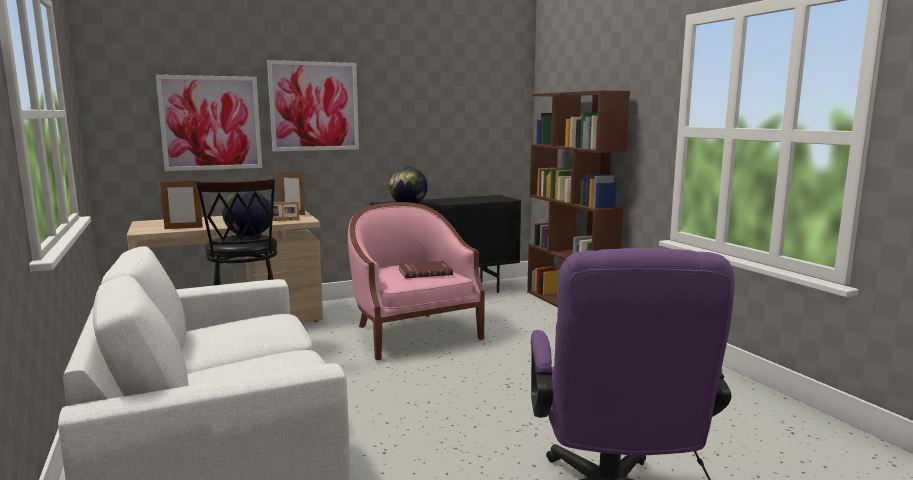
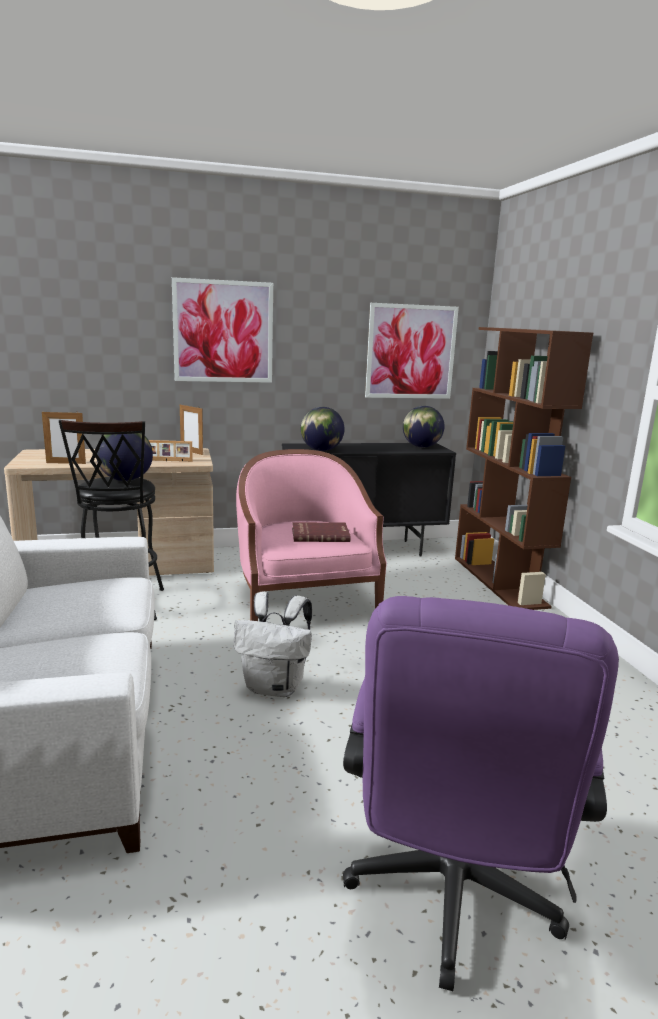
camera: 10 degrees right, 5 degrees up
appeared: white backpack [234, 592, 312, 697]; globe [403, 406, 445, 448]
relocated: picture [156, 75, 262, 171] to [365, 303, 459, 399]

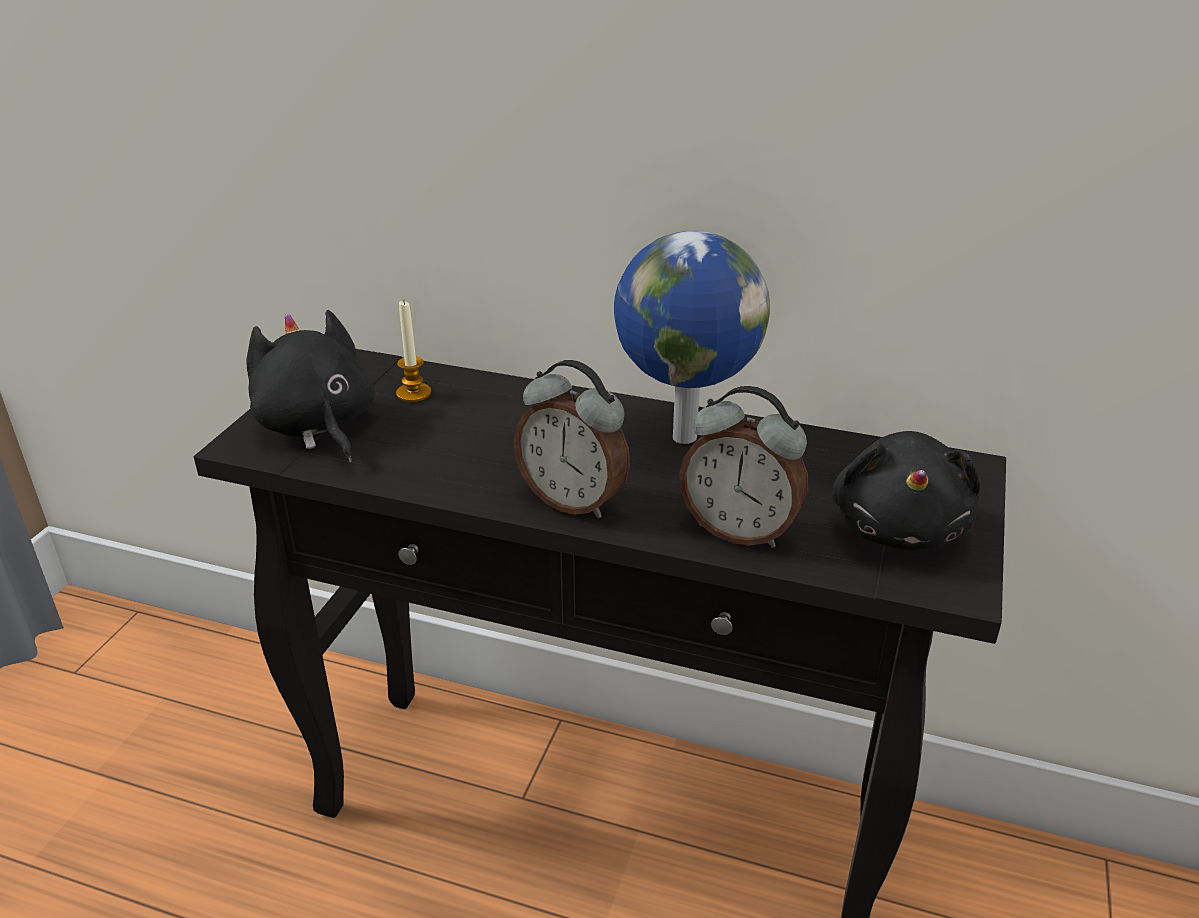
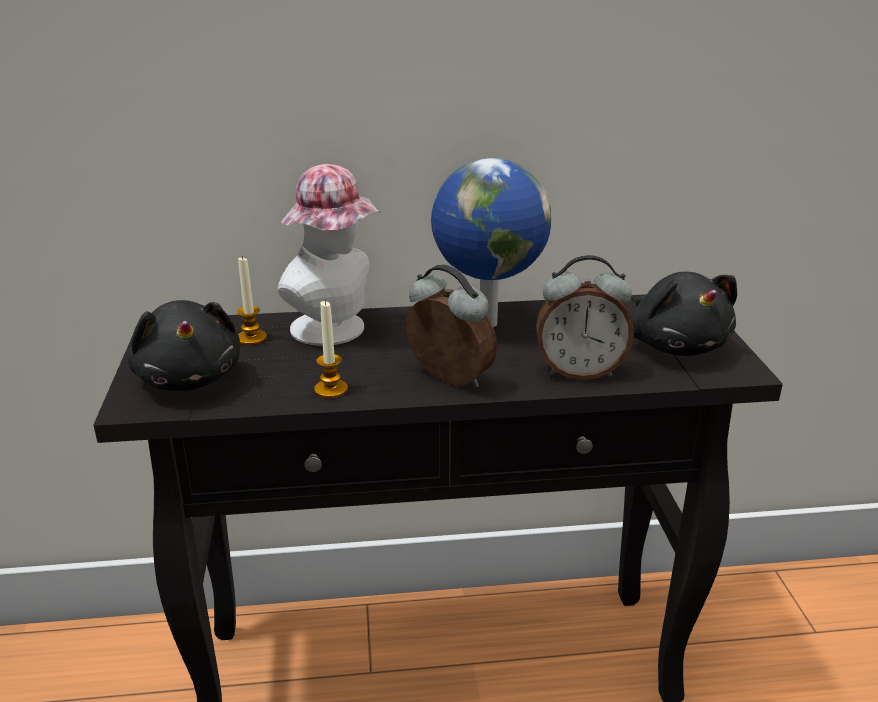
camera: 25 degrees left, 5 degrees down
appeared: hat [278, 164, 380, 346]; candle [314, 300, 348, 398]
spun: black plush toy [246, 310, 375, 463] = [128, 300, 240, 391] 150 degrees counterclockwise; alarm clock [513, 360, 630, 518] = [406, 265, 497, 388] 150 degrees counterclockwise

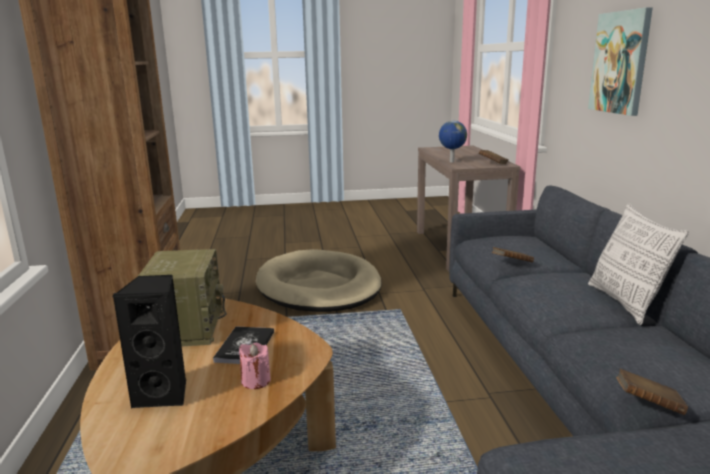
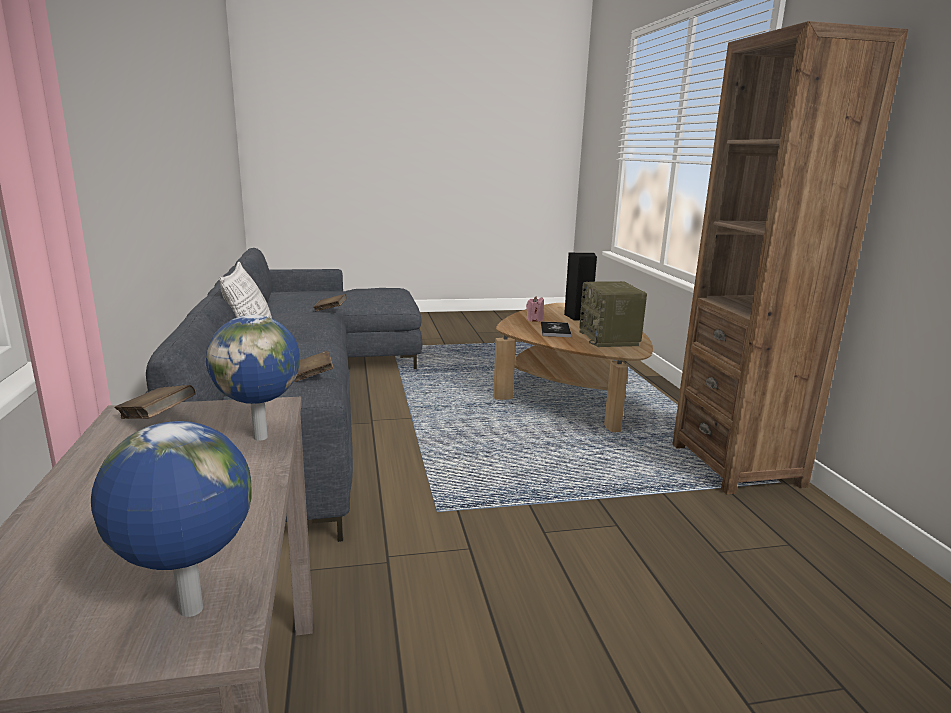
camera: 175 degrees right, 0 degrees up
missing: beige dog bed [256, 249, 382, 312]; picture [588, 7, 653, 116]
appeared: globe [91, 421, 251, 617]

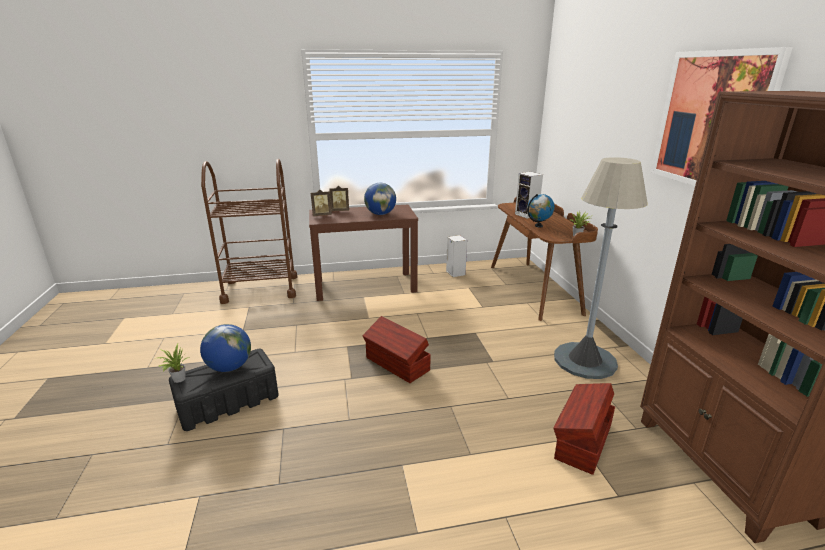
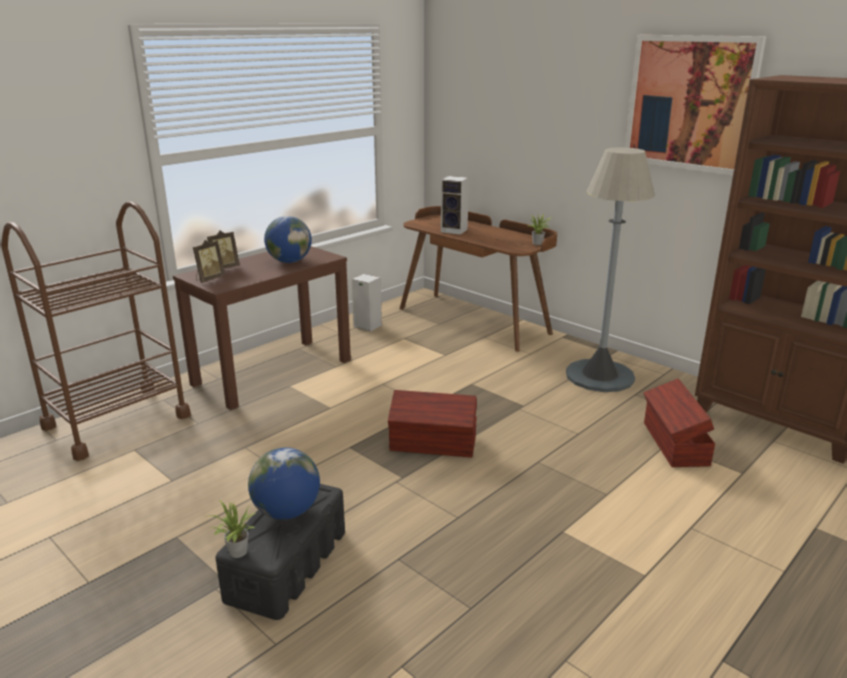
camera: 35 degrees left, 0 degrees up
missing: globe [527, 194, 555, 228]

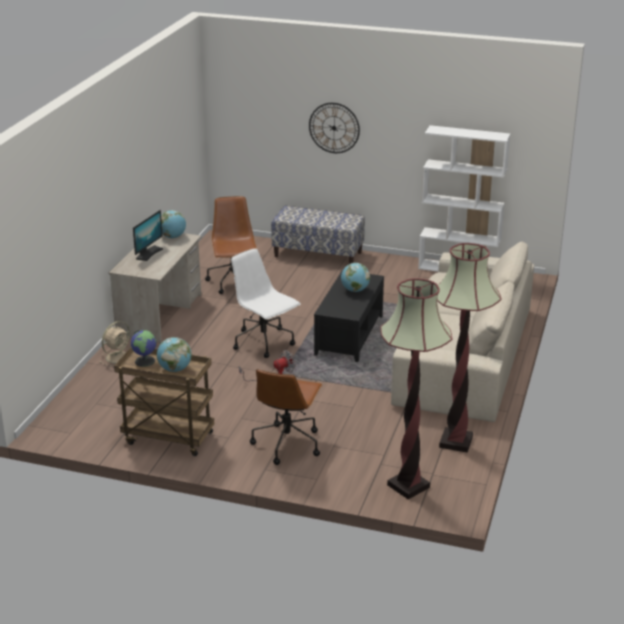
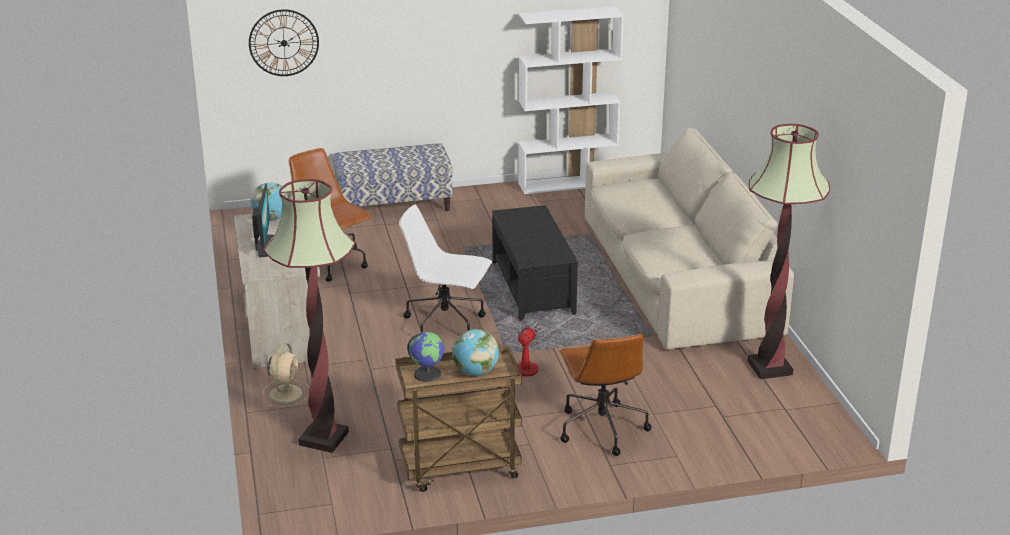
camera: 30 degrees left, 0 degrees up
missing: globe [341, 263, 370, 292]
relocated: wall clock [309, 103, 360, 153] to [249, 9, 319, 76]; floor lamp [380, 278, 452, 499] to [264, 179, 355, 453]

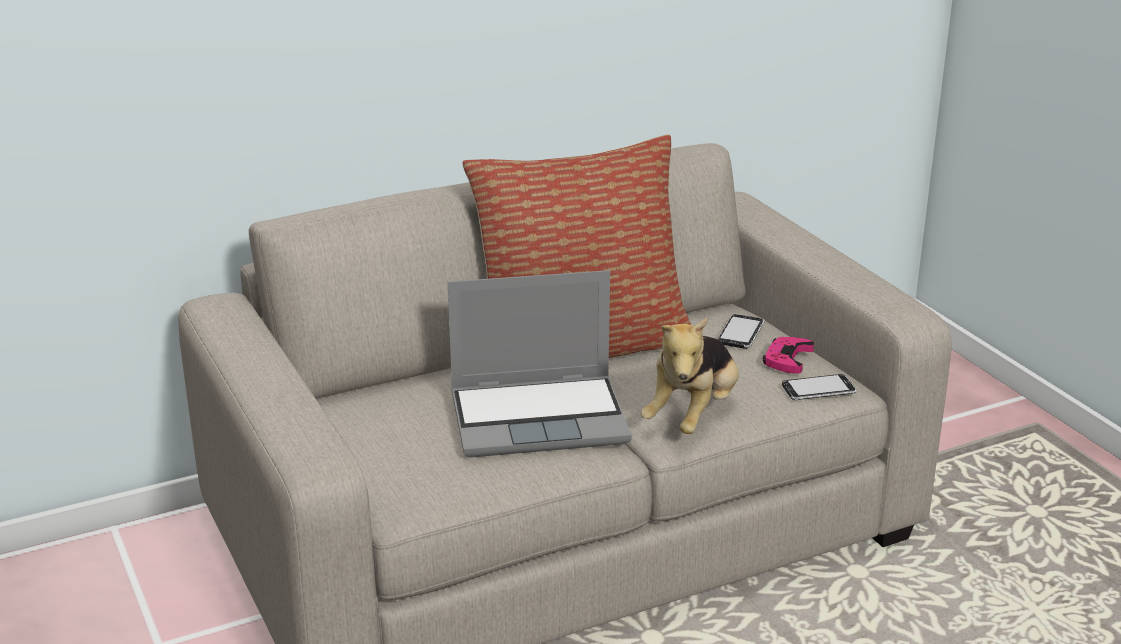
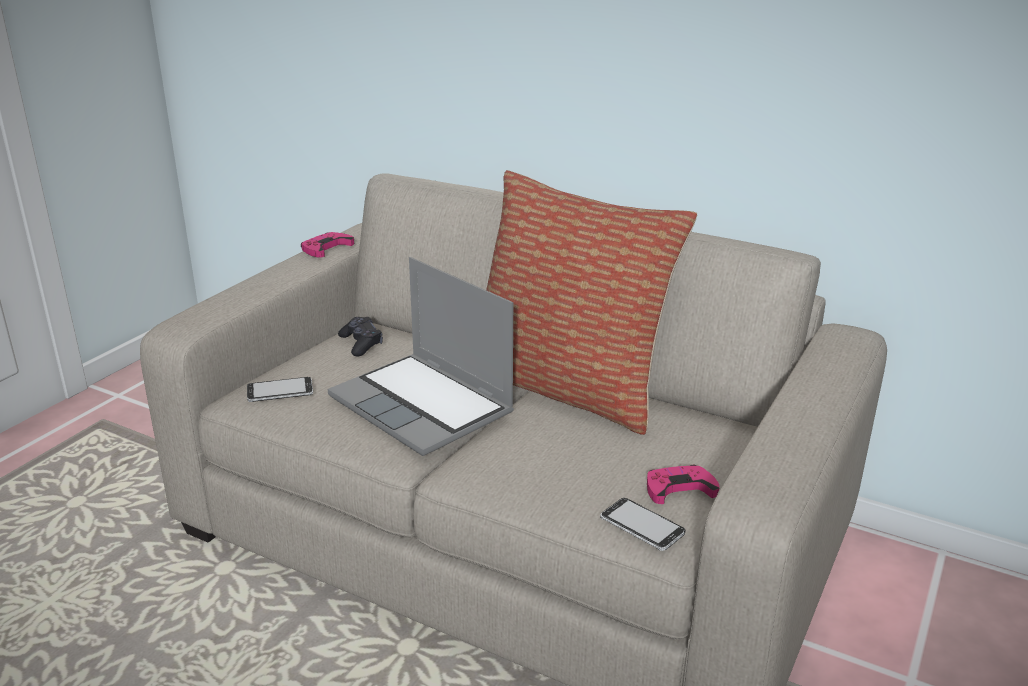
camera: 55 degrees right, 0 degrees up
missing: plush toy [640, 318, 739, 434]
appeared: pink game controller [301, 232, 354, 258]; black game controller [338, 317, 383, 357]
relocated: phone [718, 314, 765, 349] to [247, 377, 313, 402]

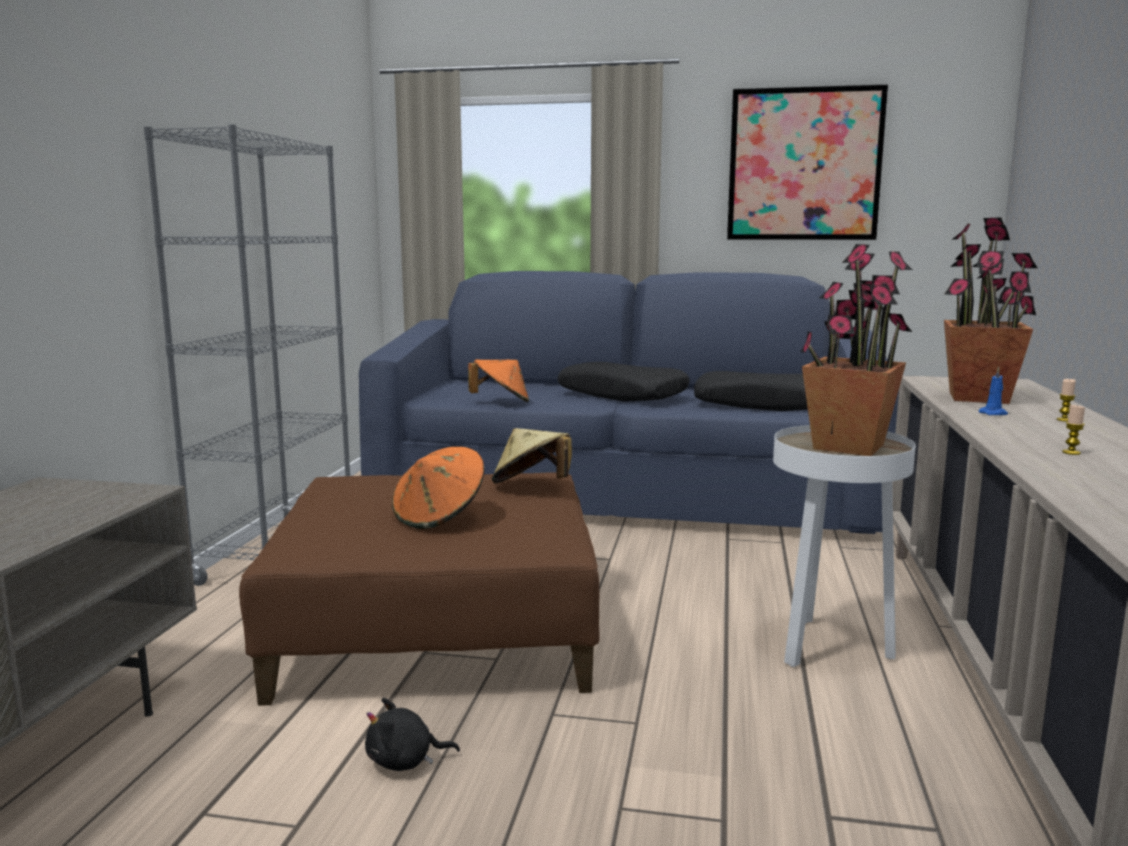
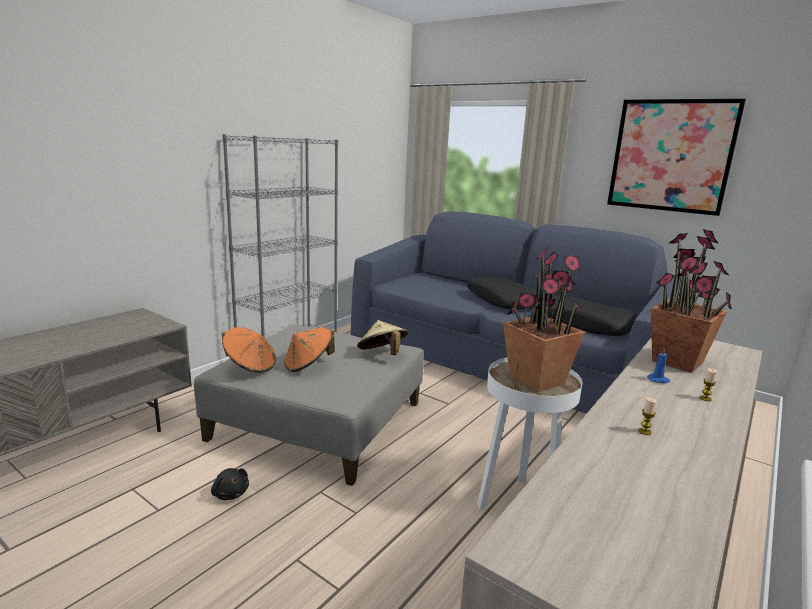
camera: 25 degrees right, 5 degrees up
relocated: orange hat [468, 359, 529, 402] to [222, 327, 276, 373]
colour: brown ottoman [239, 472, 600, 706] to grey ottoman [194, 324, 424, 486]
spun: black plush toy [365, 698, 460, 771] = [211, 468, 249, 500] 150 degrees counterclockwise

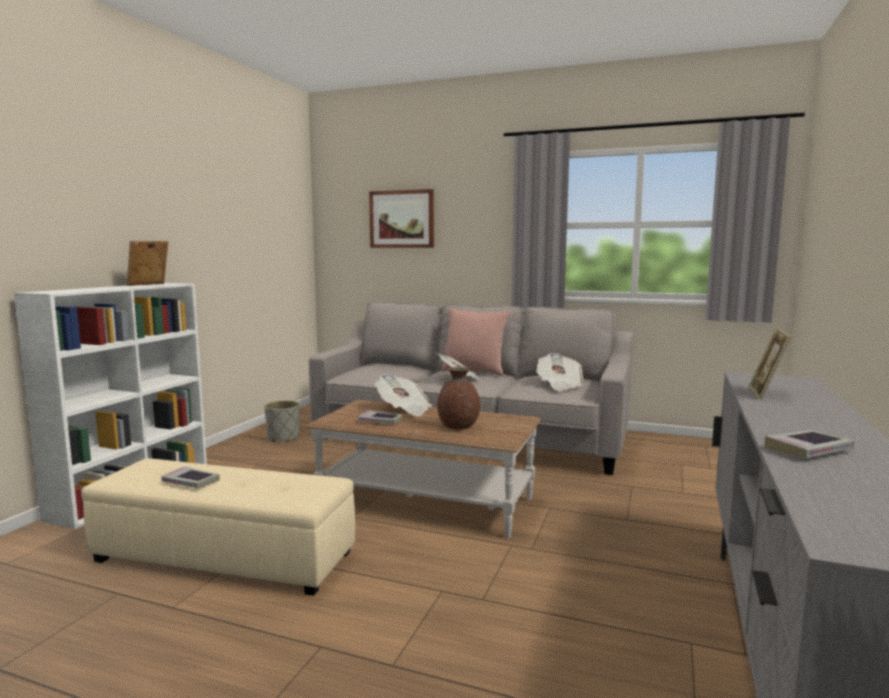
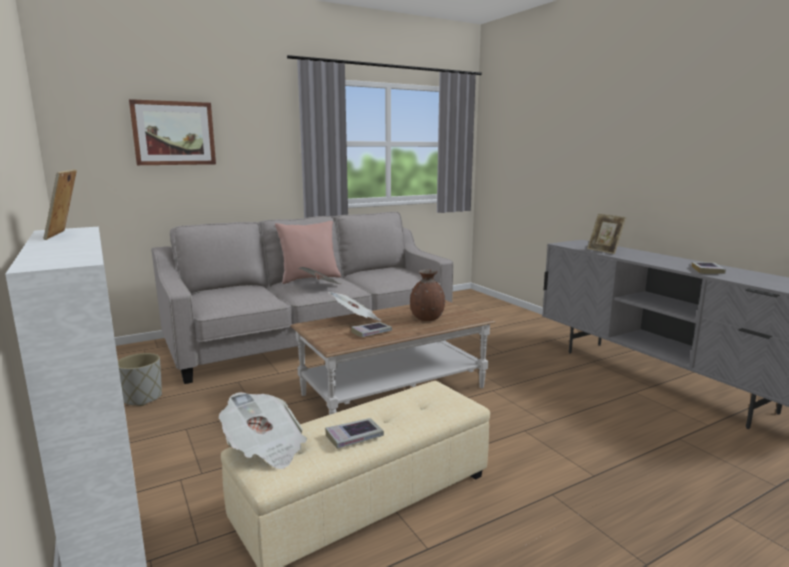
camera: 50 degrees left, 5 degrees up
relocated: newspaper [536, 353, 583, 391] to [219, 392, 307, 469]

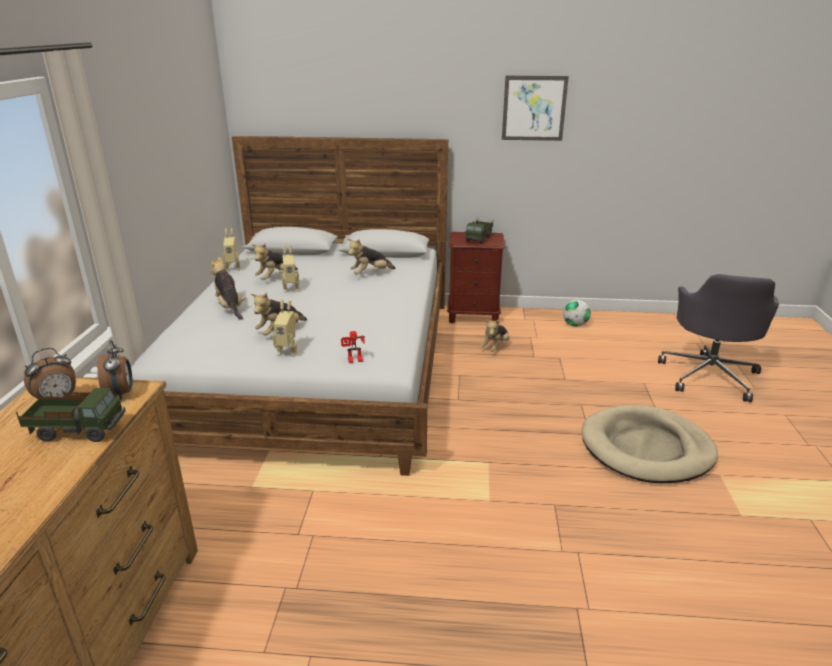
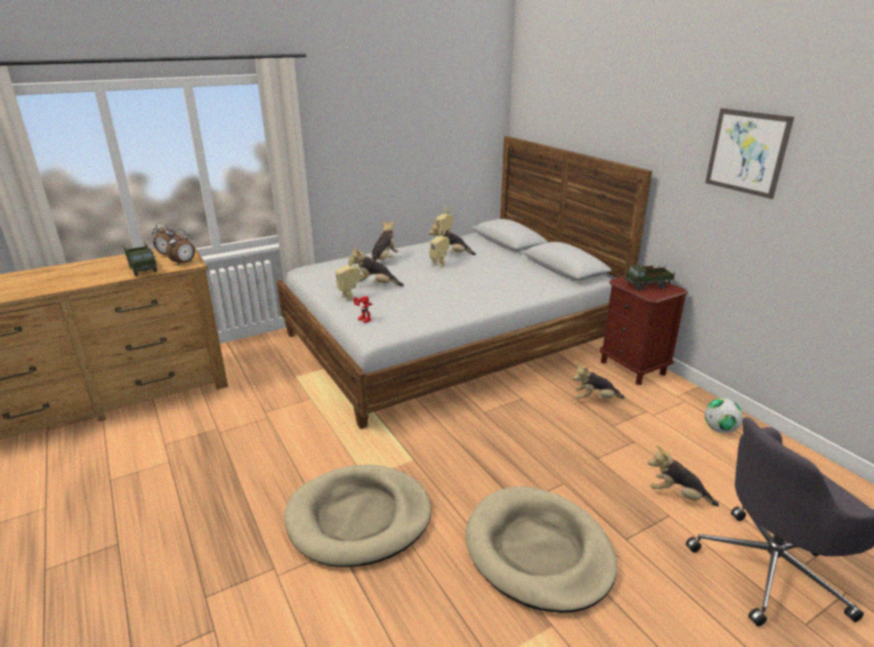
camera: 55 degrees right, 0 degrees up
appeared: beige dog bed [284, 465, 431, 567]
relocated: plush toy [348, 239, 396, 275] to [648, 445, 719, 506]

